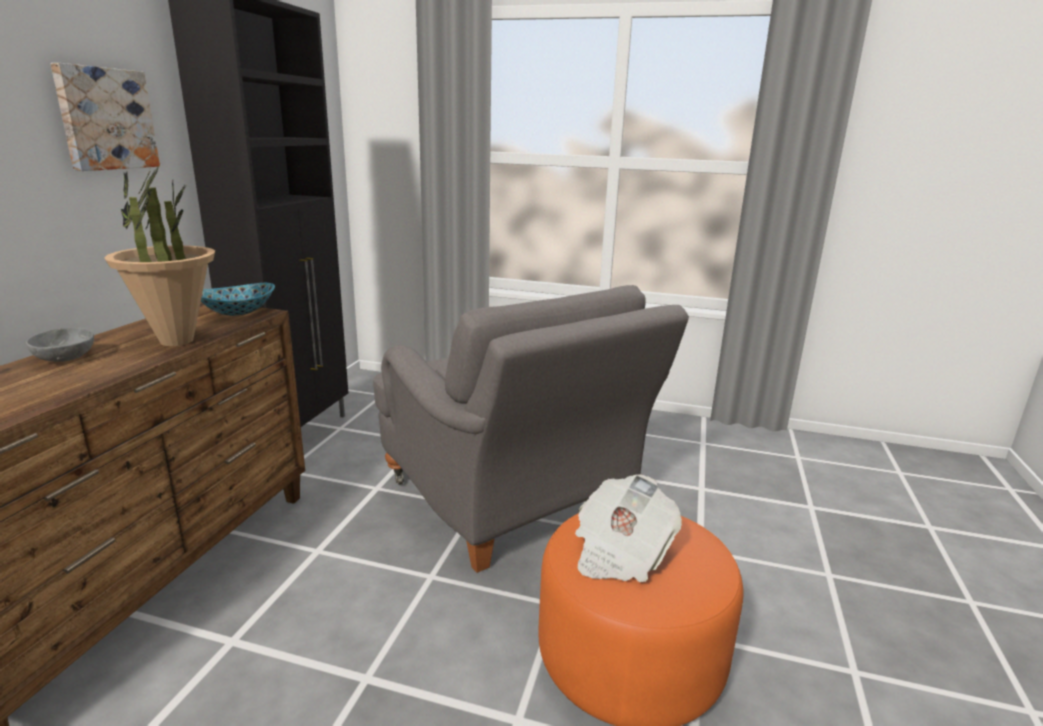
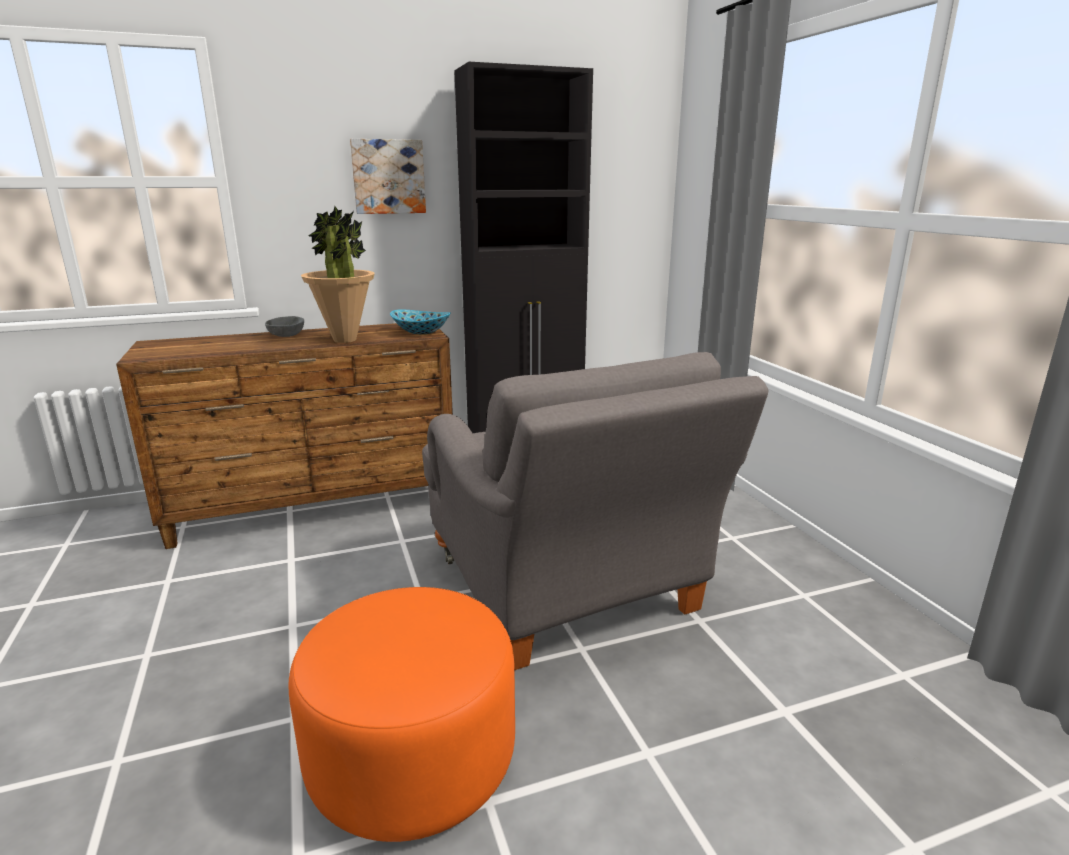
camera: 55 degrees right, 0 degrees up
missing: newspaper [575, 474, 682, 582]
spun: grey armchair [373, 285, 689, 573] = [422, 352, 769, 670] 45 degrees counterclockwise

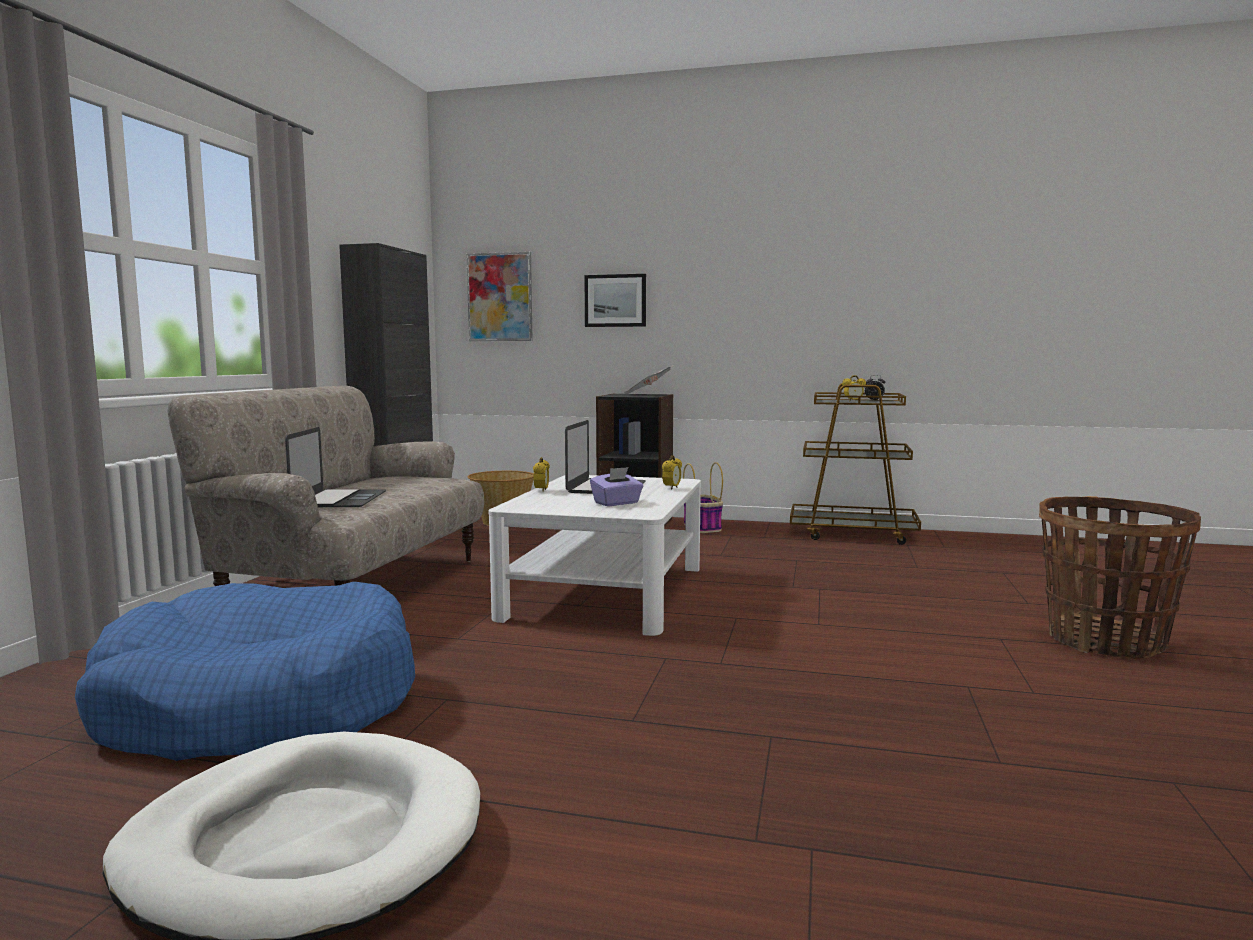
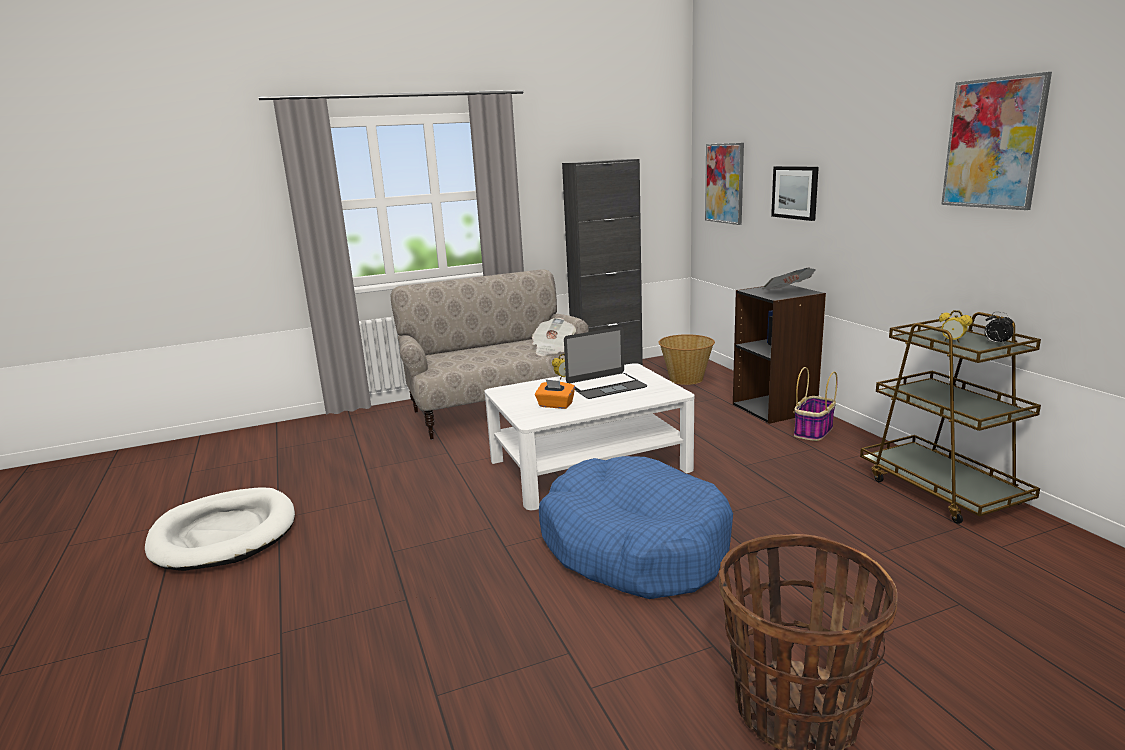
camera: 55 degrees right, 10 degrees up
missing: laptop [285, 427, 386, 507]; alarm clock [662, 455, 682, 490]
appeared: newspaper [532, 318, 576, 356]; picture [941, 72, 1052, 210]
relocated: blue dog bed [75, 582, 415, 761] to [539, 456, 733, 599]
colour: purple tissue box [590, 467, 643, 506] to orange tissue box [535, 379, 575, 409]

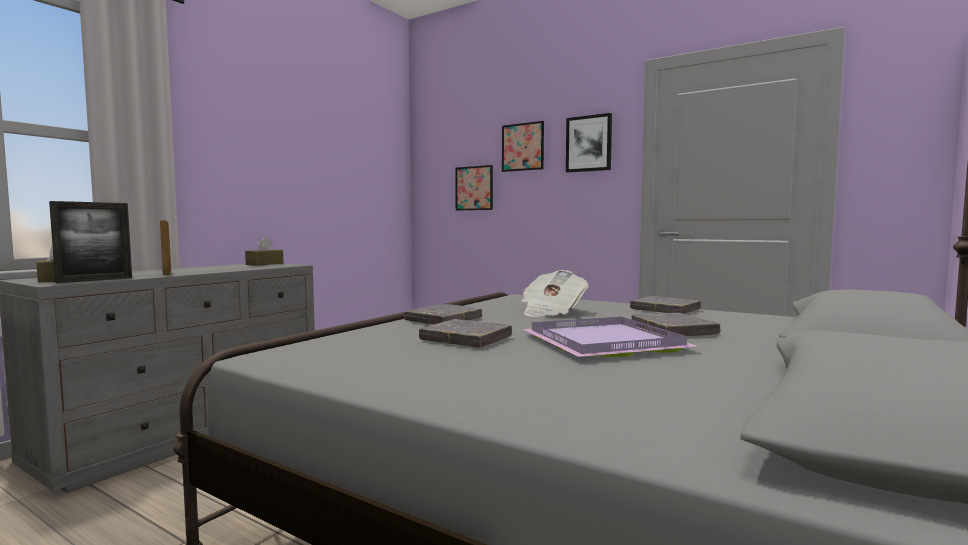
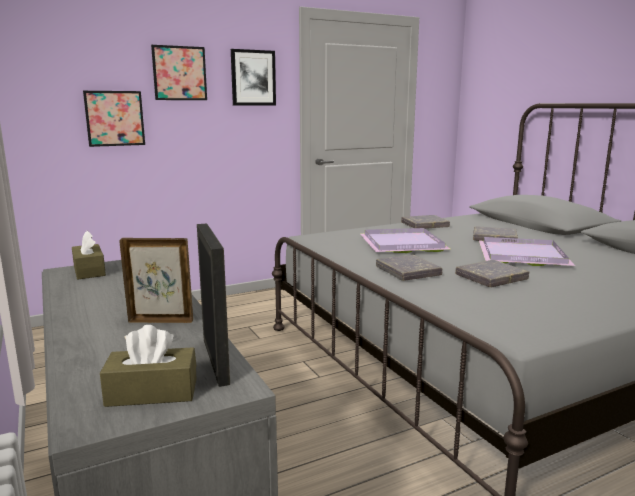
camera: 60 degrees left, 10 degrees up
exchanged: newspaper [522, 270, 589, 317] to purple tray [360, 228, 450, 253]

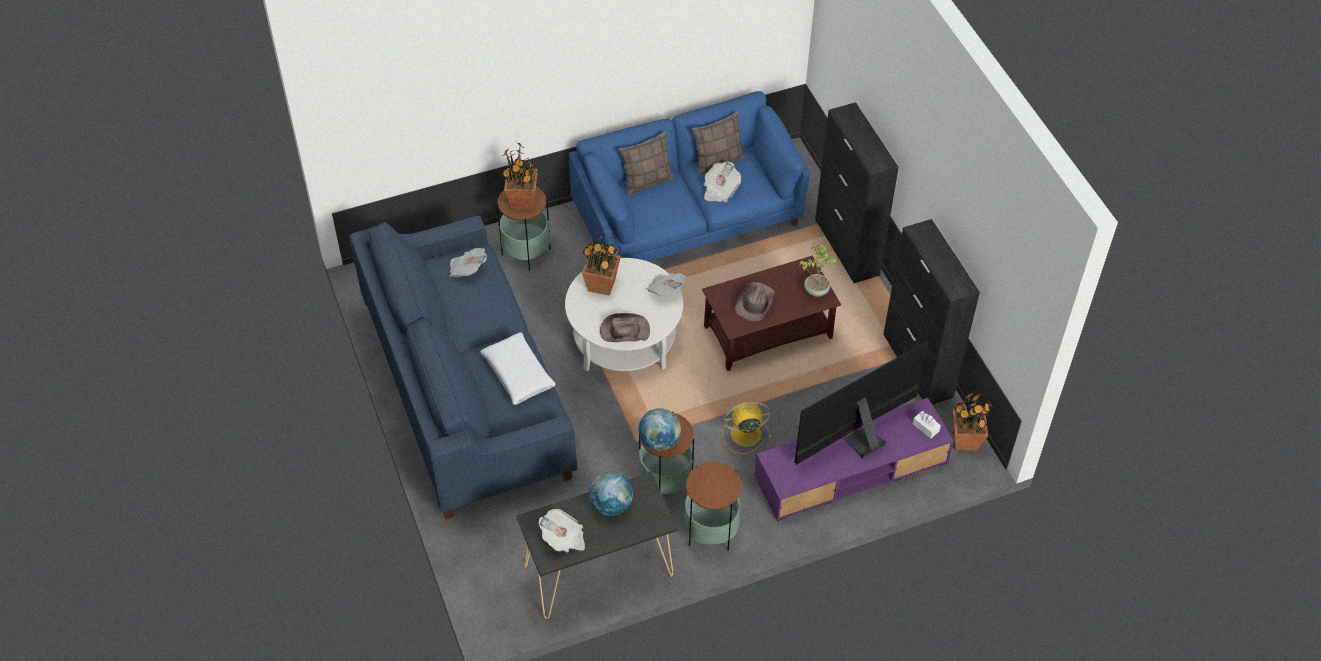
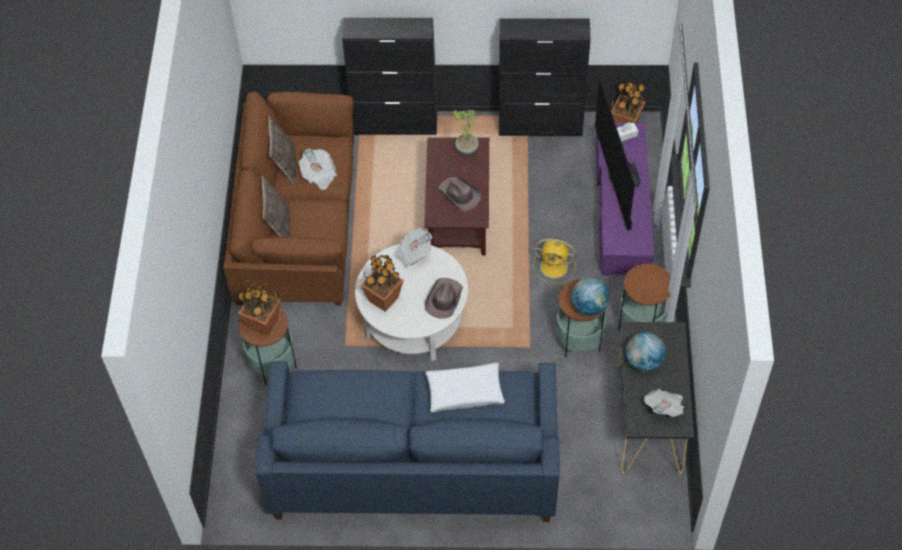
camera: 65 degrees left, 5 degrees up
missing: newspaper [450, 248, 487, 277]
colour: blue sofa [569, 91, 811, 261] to brown sofa [223, 91, 354, 306]
spun: yellow fan [722, 402, 771, 454] = [534, 238, 576, 284] 90 degrees counterclockwise

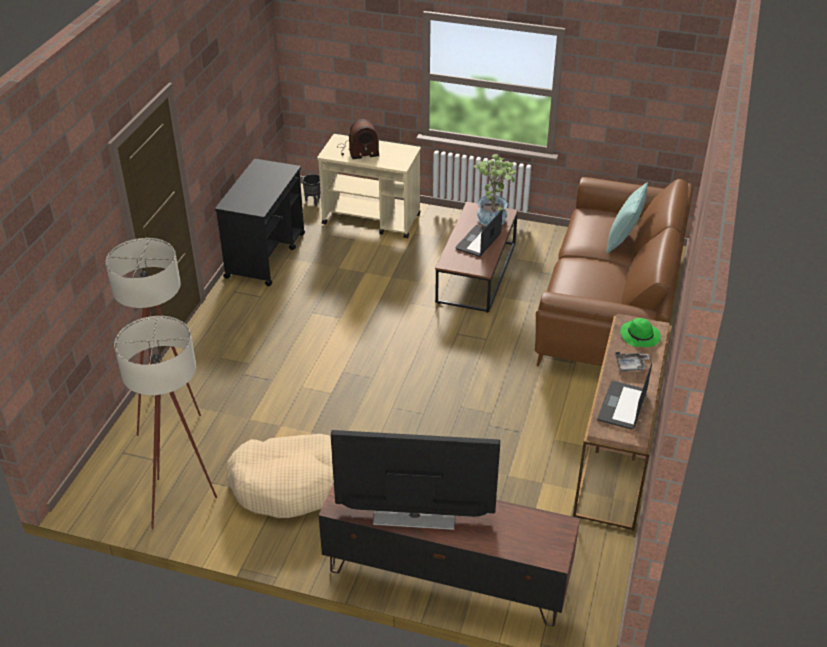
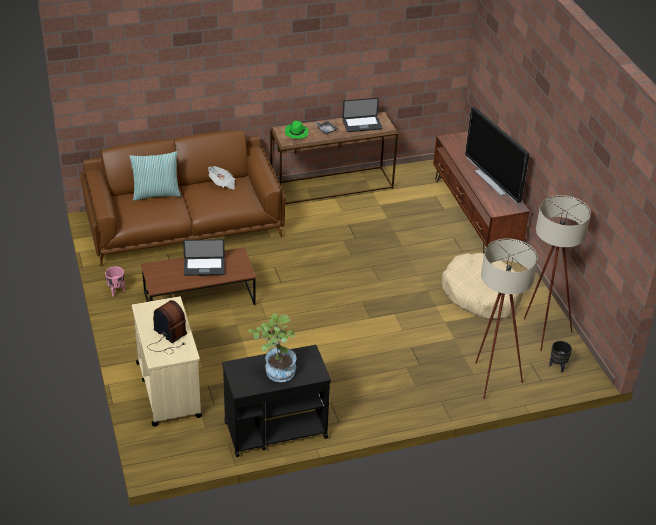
camera: 125 degrees left, 0 degrees up
appeared: pink planter [105, 266, 125, 297]; newspaper [208, 166, 235, 189]
relocated: potted plant [474, 154, 517, 226] to [248, 313, 297, 382]; black planter [302, 174, 321, 206] to [549, 341, 572, 372]

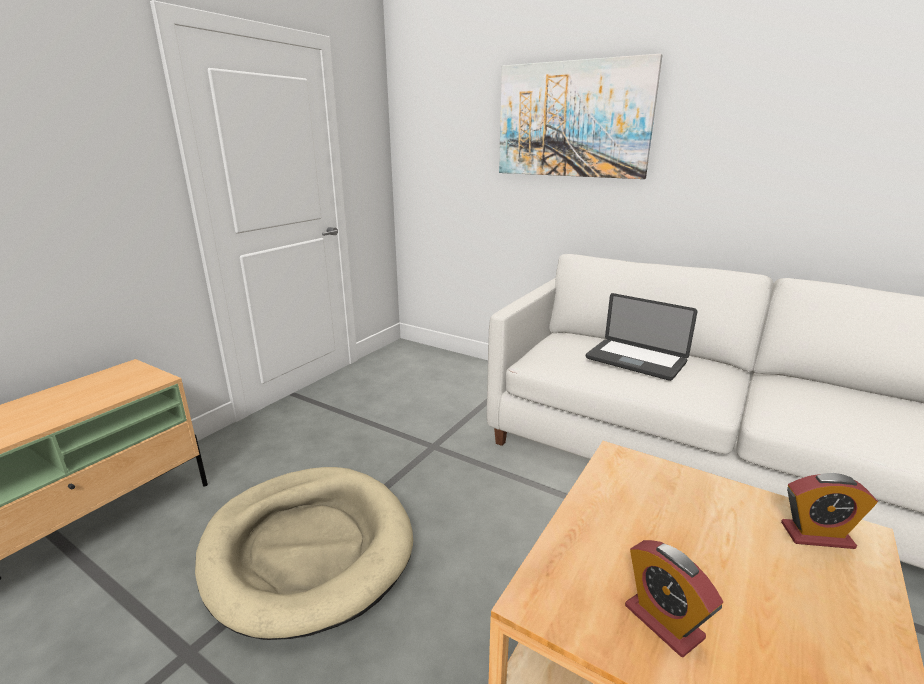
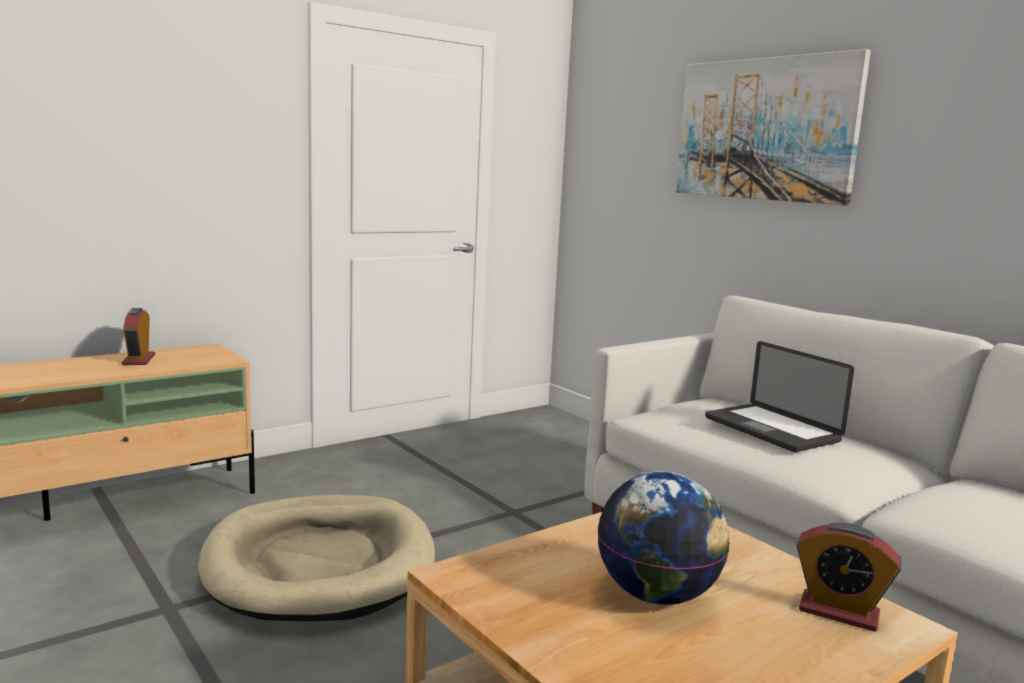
camera: 20 degrees right, 10 degrees down
appeared: globe [597, 471, 730, 605]
relocated: alarm clock [625, 540, 723, 657] to [122, 308, 155, 365]

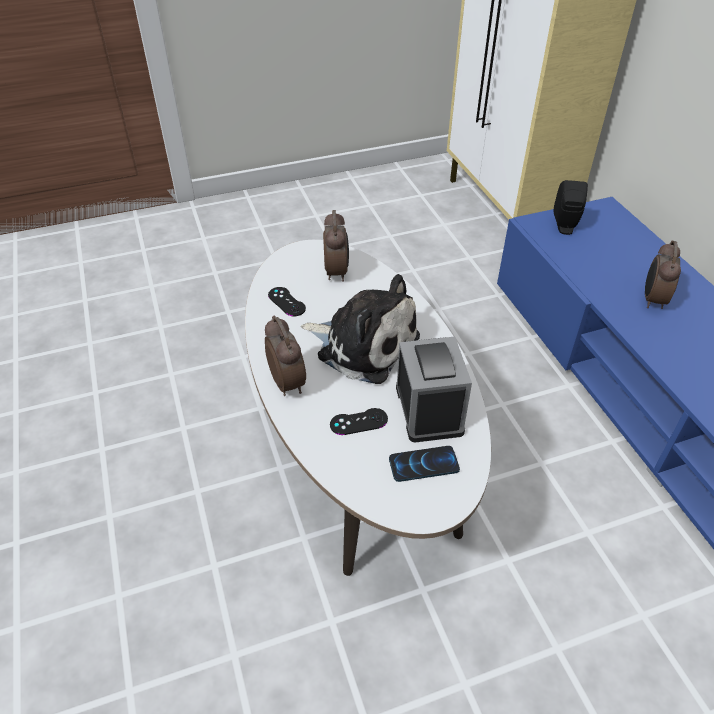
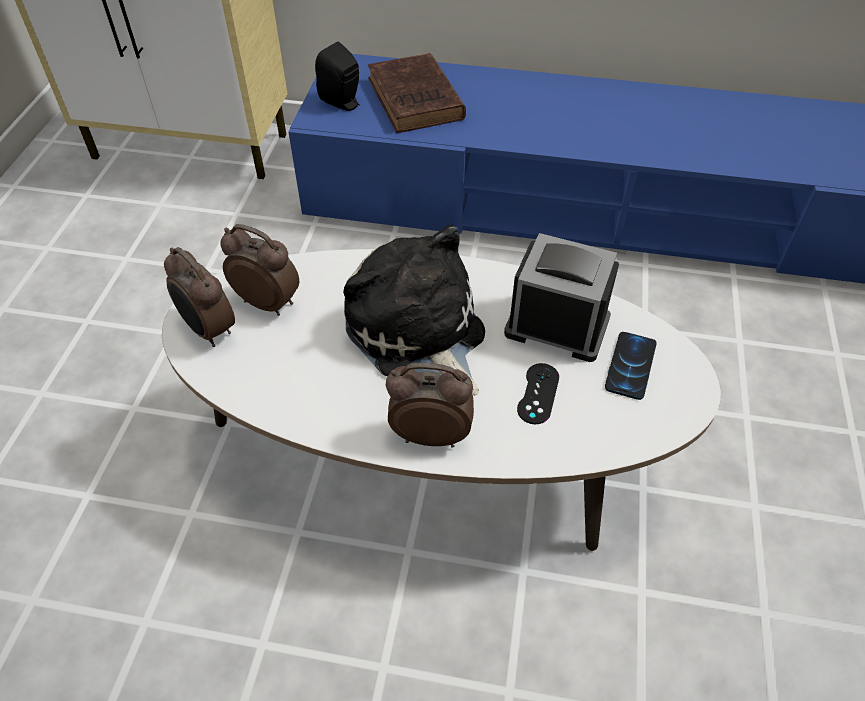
camera: 60 degrees left, 5 degrees up
missing: black game controller [268, 287, 306, 316]
appeared: brown book [368, 53, 466, 133]
relocated: alarm clock [645, 241, 681, 309] to [164, 247, 235, 347]
spun: plush toy [301, 274, 420, 384] = [343, 225, 485, 396] 90 degrees counterclockwise

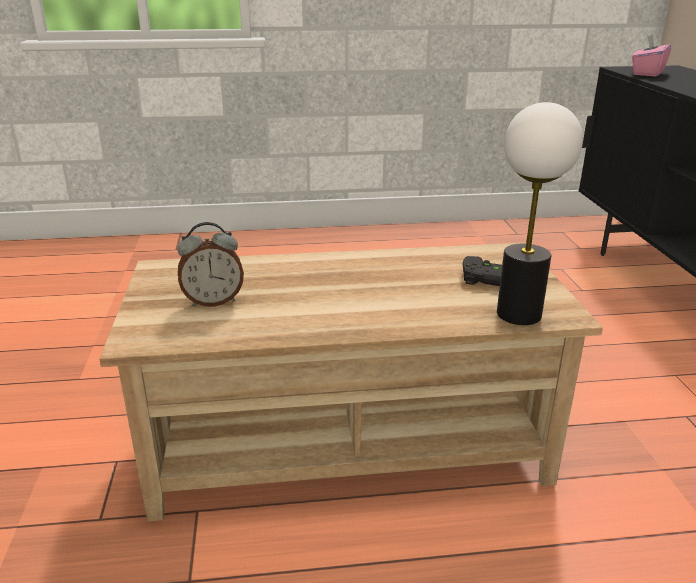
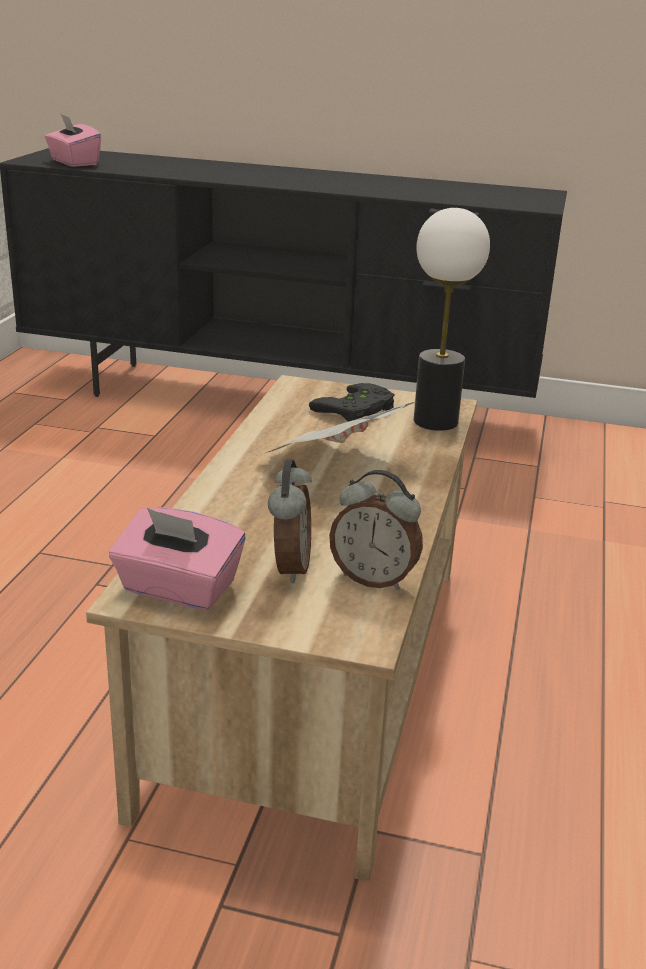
camera: 70 degrees left, 0 degrees up
appeared: pink tissue box [109, 507, 246, 610]; newspaper [262, 402, 416, 454]; alarm clock [329, 470, 423, 590]

